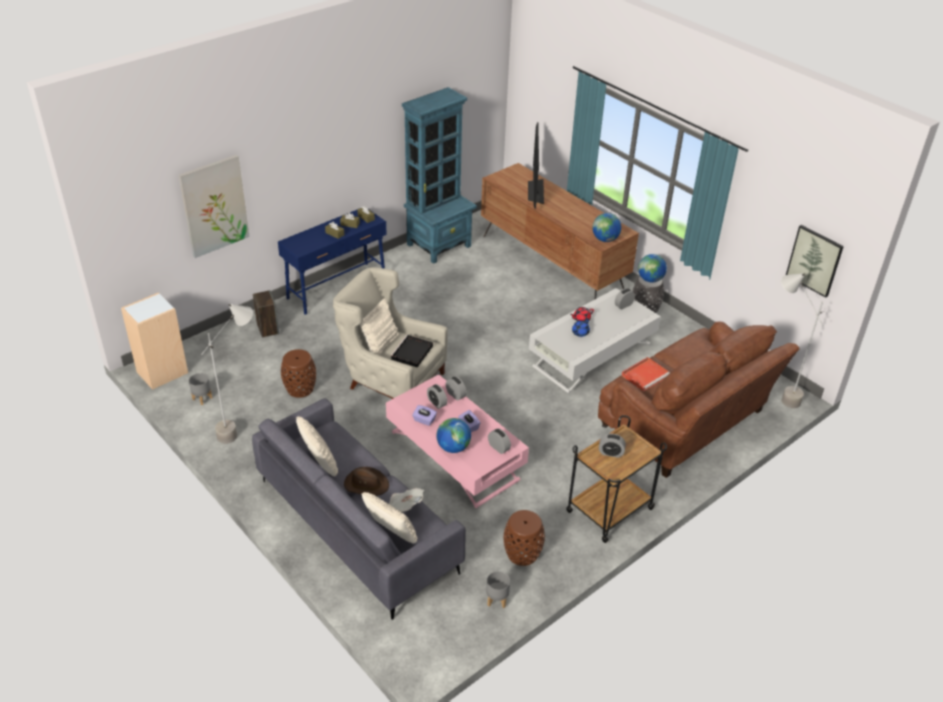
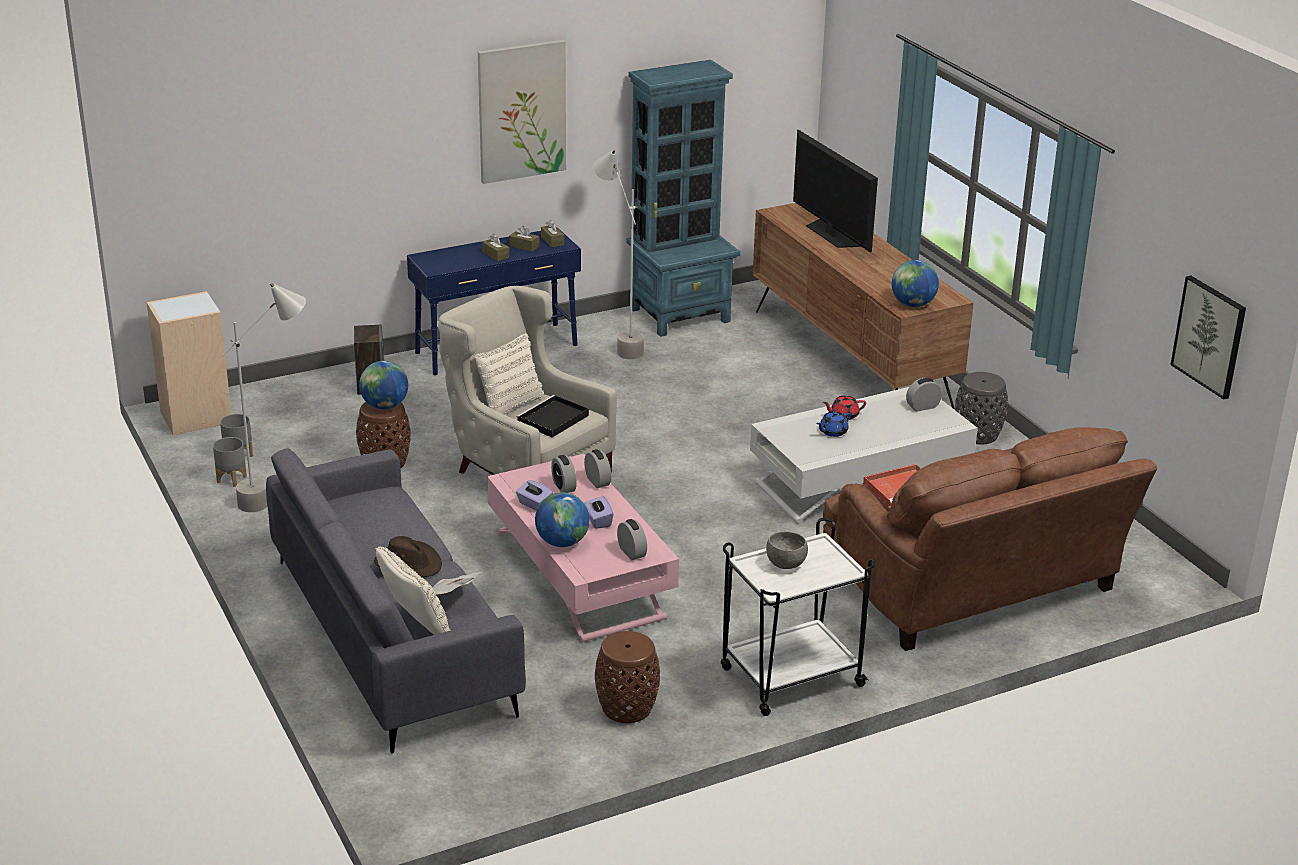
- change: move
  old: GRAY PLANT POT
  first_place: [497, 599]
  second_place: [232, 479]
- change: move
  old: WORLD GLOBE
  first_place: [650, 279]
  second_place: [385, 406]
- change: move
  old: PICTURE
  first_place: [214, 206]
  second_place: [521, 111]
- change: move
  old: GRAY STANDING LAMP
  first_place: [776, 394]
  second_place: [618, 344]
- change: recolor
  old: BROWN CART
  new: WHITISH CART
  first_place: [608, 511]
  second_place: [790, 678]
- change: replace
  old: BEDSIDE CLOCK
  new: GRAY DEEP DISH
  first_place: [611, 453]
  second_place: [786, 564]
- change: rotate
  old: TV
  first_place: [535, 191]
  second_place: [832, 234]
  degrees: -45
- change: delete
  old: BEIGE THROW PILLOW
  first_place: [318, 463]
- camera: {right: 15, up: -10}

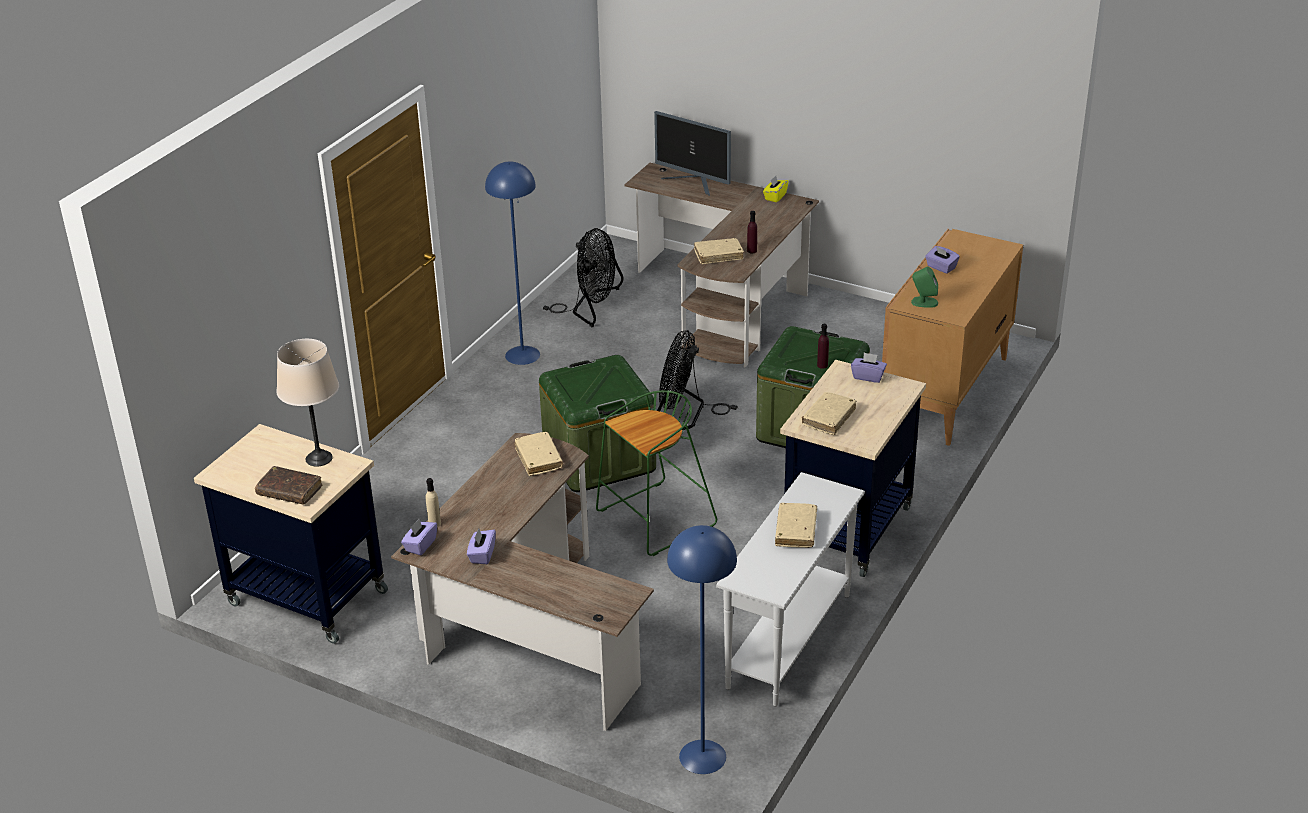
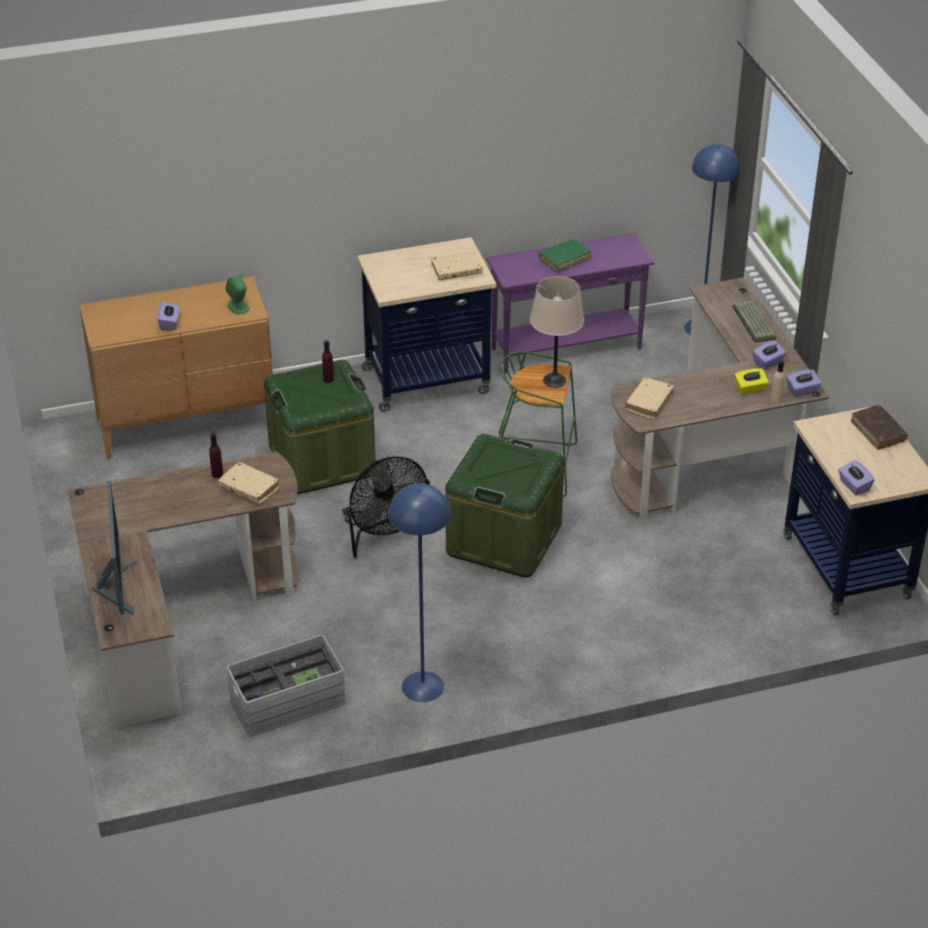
- change: replace
  old: BLACKISH FAN
  new: GRAY STORAGE BIN
  first_place: [589, 306]
  second_place: [288, 702]
- change: recolor
  old: WHITISH HALL TABLE
  new: PURPLE-COLOURED HALL TABLE
  first_place: [790, 642]
  second_place: [567, 348]
- change: move
  old: BEIGE LAMP FOR A TABLE
  first_place: [318, 458]
  second_place: [555, 380]
- change: recolor
  old: BEIGE BOUND BOOK
  new: GREEN BOUND BOOK
  first_place: [796, 530]
  second_place: [564, 260]
- change: insert
  new: KEYBOARD
  second_place: [755, 323]
- change: move
  old: YELLOW-COLOURED TISSUE HOLDER
  first_place: [775, 197]
  second_place: [750, 389]
- change: move
  old: PURPLE-COLOURED TISSUE HOLDER
  first_place: [868, 376]
  second_place: [854, 486]
- camera: {right: -135, up: 5}

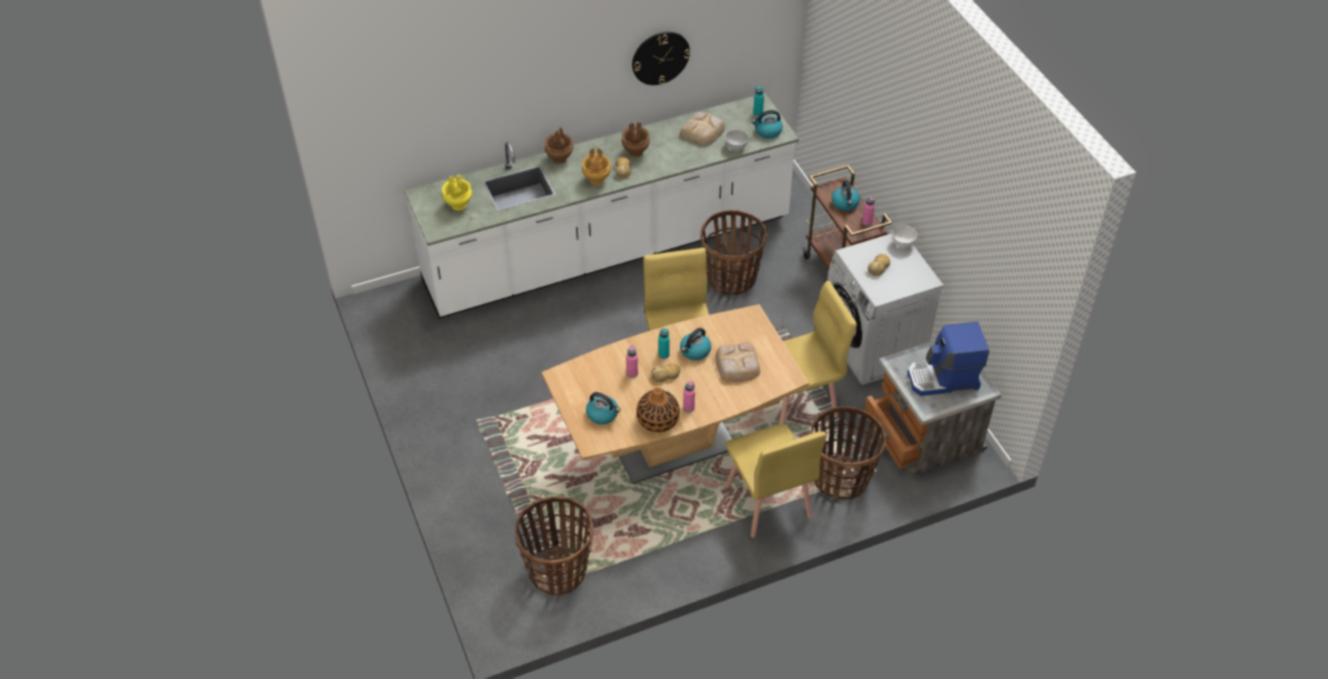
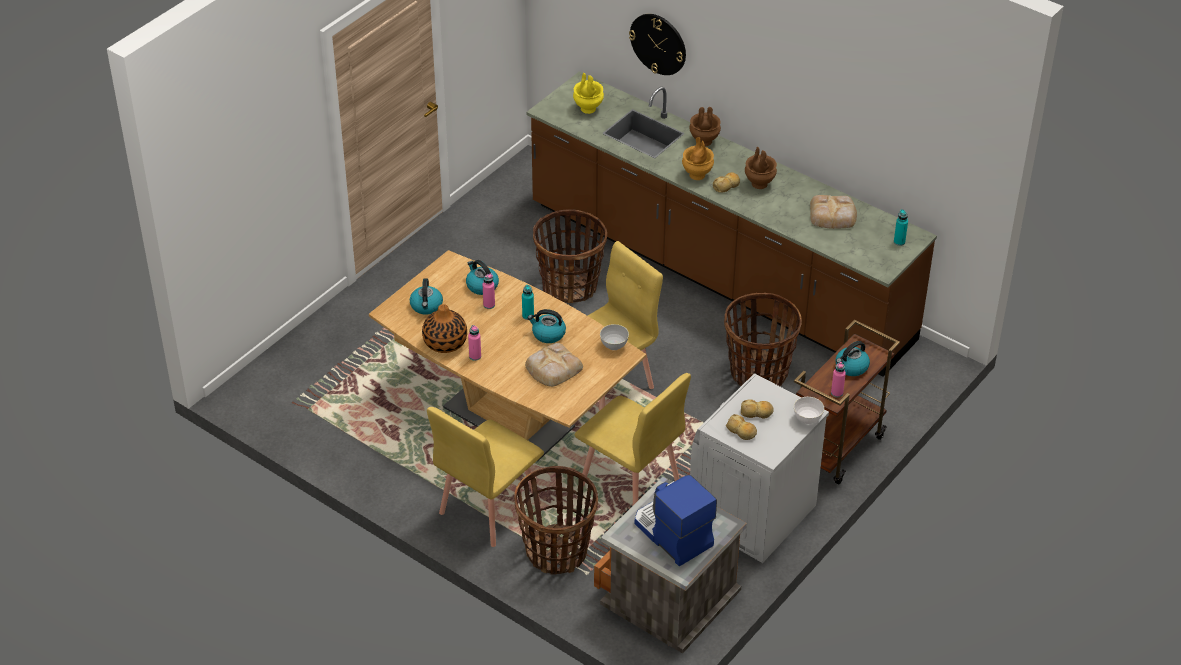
- change: move
  old: WATER KETTLE
  first_place: [767, 131]
  second_place: [481, 286]
- change: recolor
  old: WHITISH KITCHEN COUNTER
  new: BROWN KITCHEN COUNTER
  first_place: [608, 252]
  second_place: [718, 274]
- change: move
  old: HOUSEHOLD BASKET
  first_place: [557, 571]
  second_place: [570, 286]
- change: move
  old: GRAY DEEP DISH
  first_place: [736, 147]
  second_place: [614, 345]
- change: move
  old: CLOCK ON THE WALL
  first_place: [660, 57]
  second_place: [658, 43]
- change: move
  old: BAKED BREAD
  first_place: [666, 375]
  second_place: [741, 431]
- camera: {right: 60, up: -5}

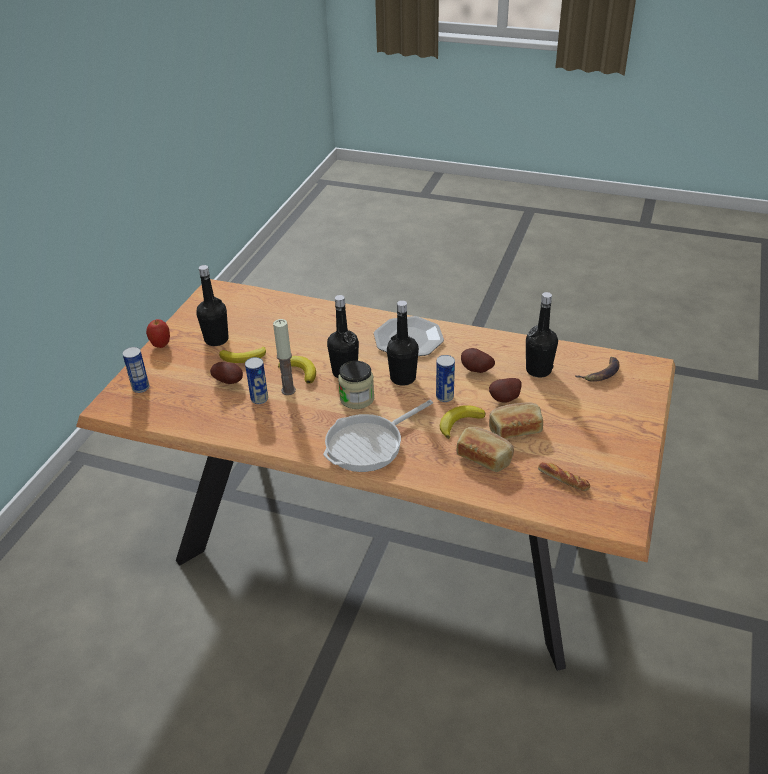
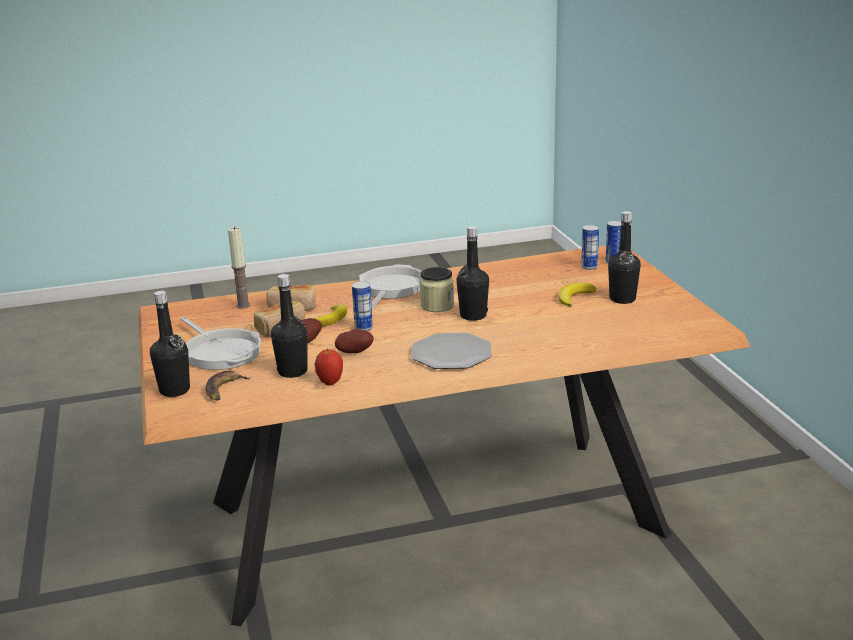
- change: move
  old: BLACKISH BEVERAGE BOTTLE
  first_place: [403, 378]
  second_place: [174, 390]
- change: insert
  new: SKILLET
  second_place: [221, 352]
- change: move
  old: CANDLE
  first_place: [288, 390]
  second_place: [243, 305]
- change: move
  old: APPLE FRUIT
  first_place: [161, 345]
  second_place: [330, 383]
- change: move
  old: SEALED CAN
  first_place: [259, 399]
  second_place: [589, 267]
- change: delete
  old: SPUD
  first_place: [229, 381]
- change: delete
  old: WHOLE BANANA
  first_place: [300, 371]
- change: delete
  old: BAKED BREAD
  first_place: [563, 479]
- camera: {right: 145, up: -15}

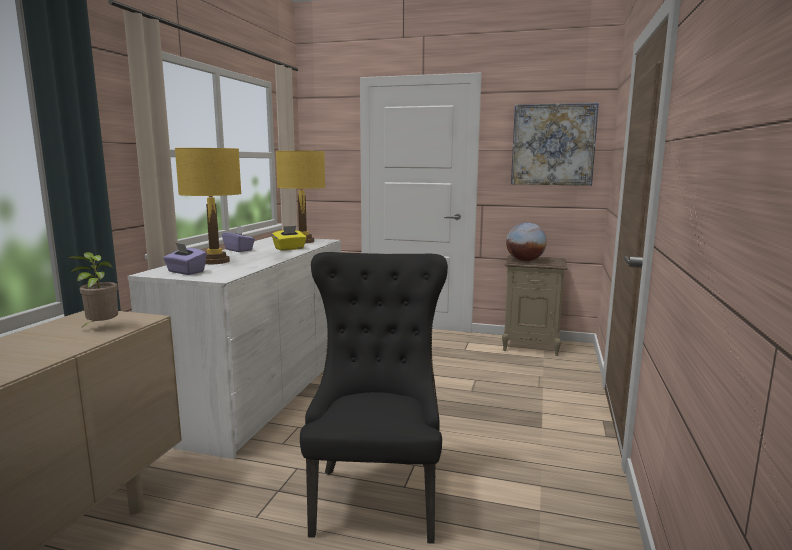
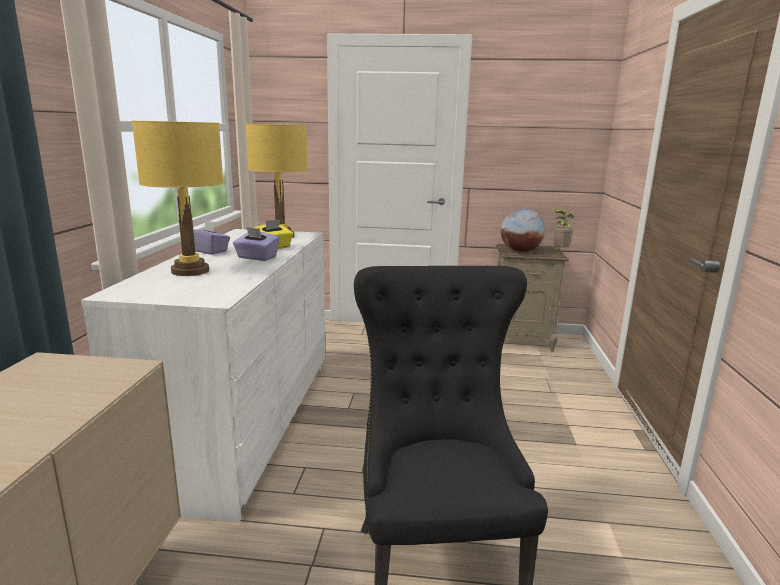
- change: move
  old: PURPLE-COLOURED TISSUE HOLDER
  first_place: [185, 272]
  second_place: [256, 257]
- change: move
  old: PLANT IN A POT
  first_place: [101, 328]
  second_place: [559, 252]
- change: delete
  old: PICTURE
  first_place: [553, 145]
- camera: {right: -10, up: 5}

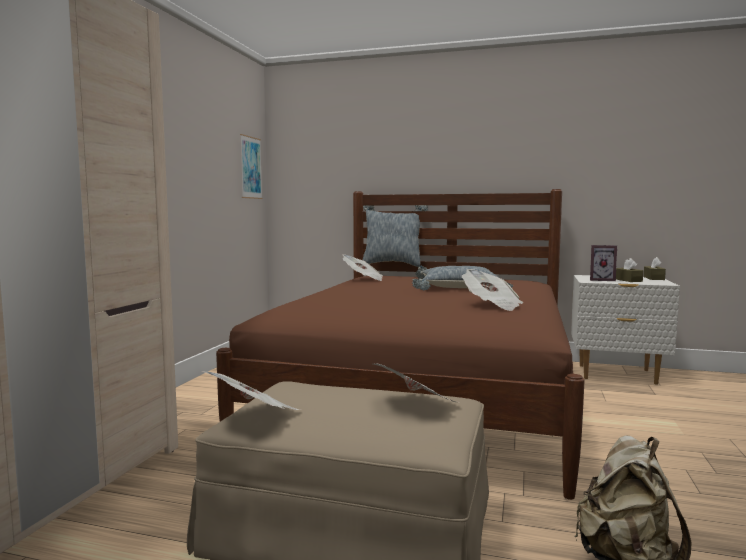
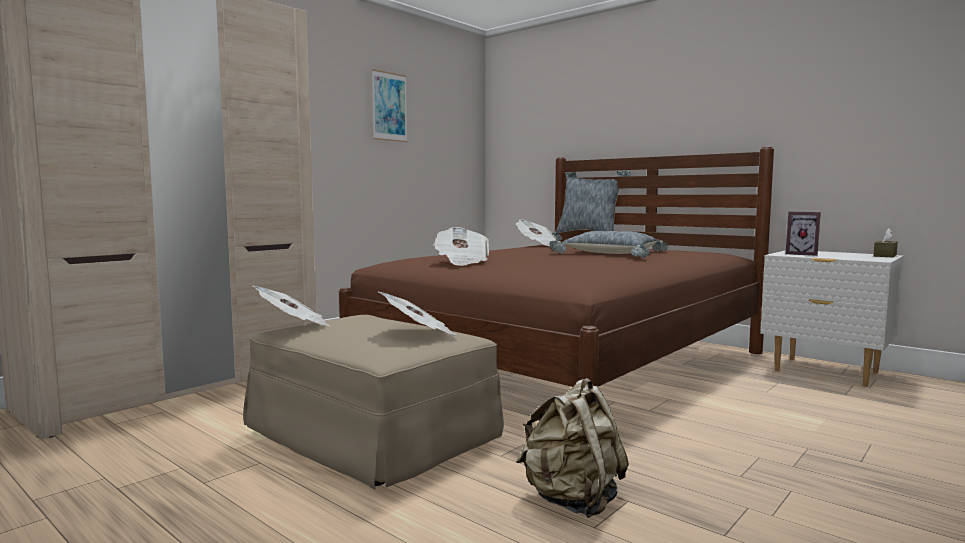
- change: move
  old: PICTURE
  first_place: [251, 167]
  second_place: [389, 107]
- change: move
  old: PRINTED PAPER
  first_place: [492, 306]
  second_place: [461, 262]
- change: delete
  old: BROWN TISSUE HOLDER
  first_place: [627, 280]
- camera: {right: 25, up: 0}

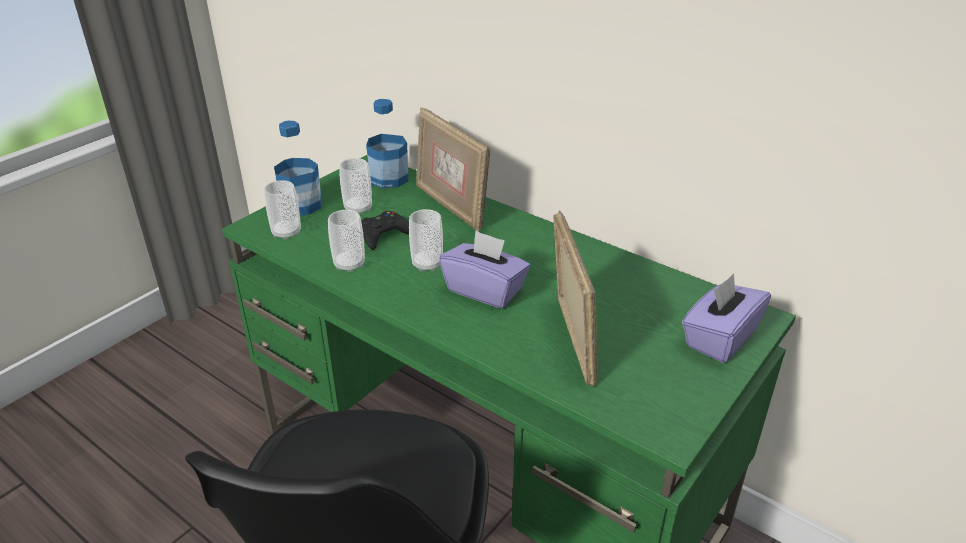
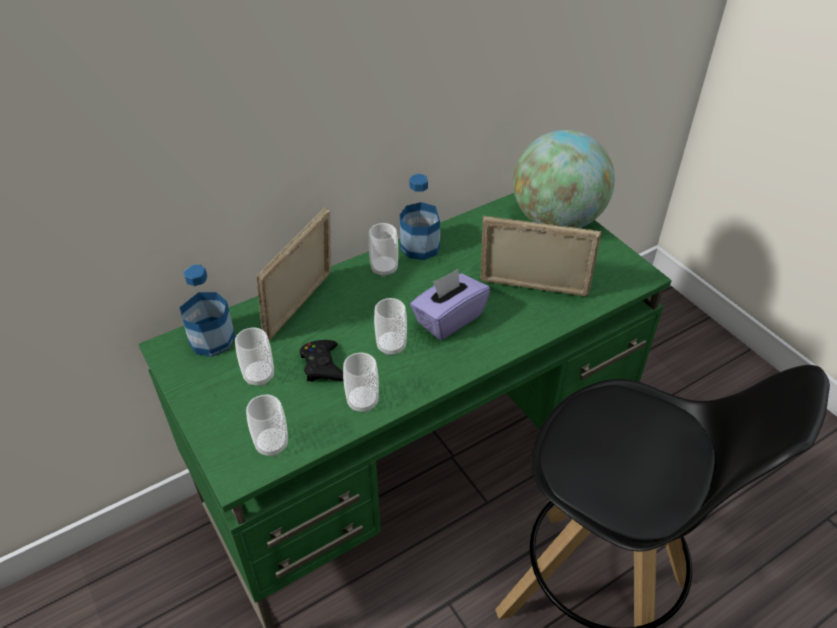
- change: rotate
  old: PICTURE FRAME
  first_place: [451, 207]
  second_place: [301, 307]
  degrees: 135
- change: insert
  new: DRINKING CUP
  second_place: [384, 269]
- change: move
  old: BEVERAGE BOTTLE
  first_place: [301, 205]
  second_place: [420, 247]
- change: replace
  old: PURPLE-COLOURED TISSUE HOLDER
  new: WORLD GLOBE
  first_place: [719, 338]
  second_place: [556, 220]
- camera: {right: -70, up: 10}

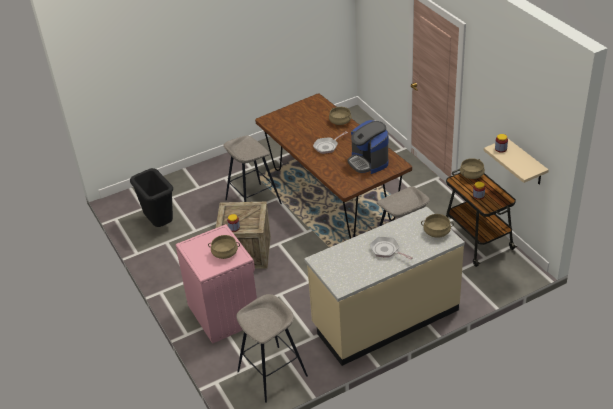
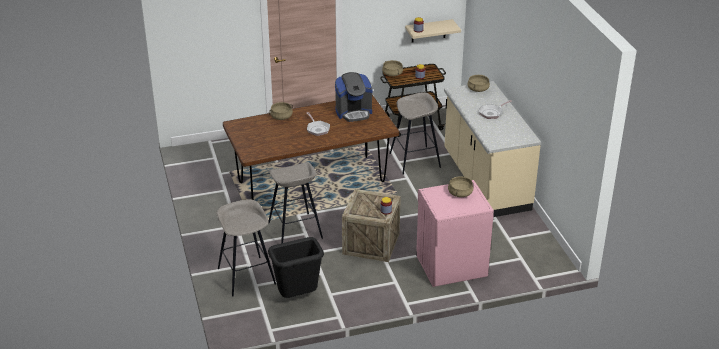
- change: move
  old: GRAY SITTING STOOL
  first_place: [272, 374]
  second_place: [246, 276]
- camera: {right: -80, up: -5}

